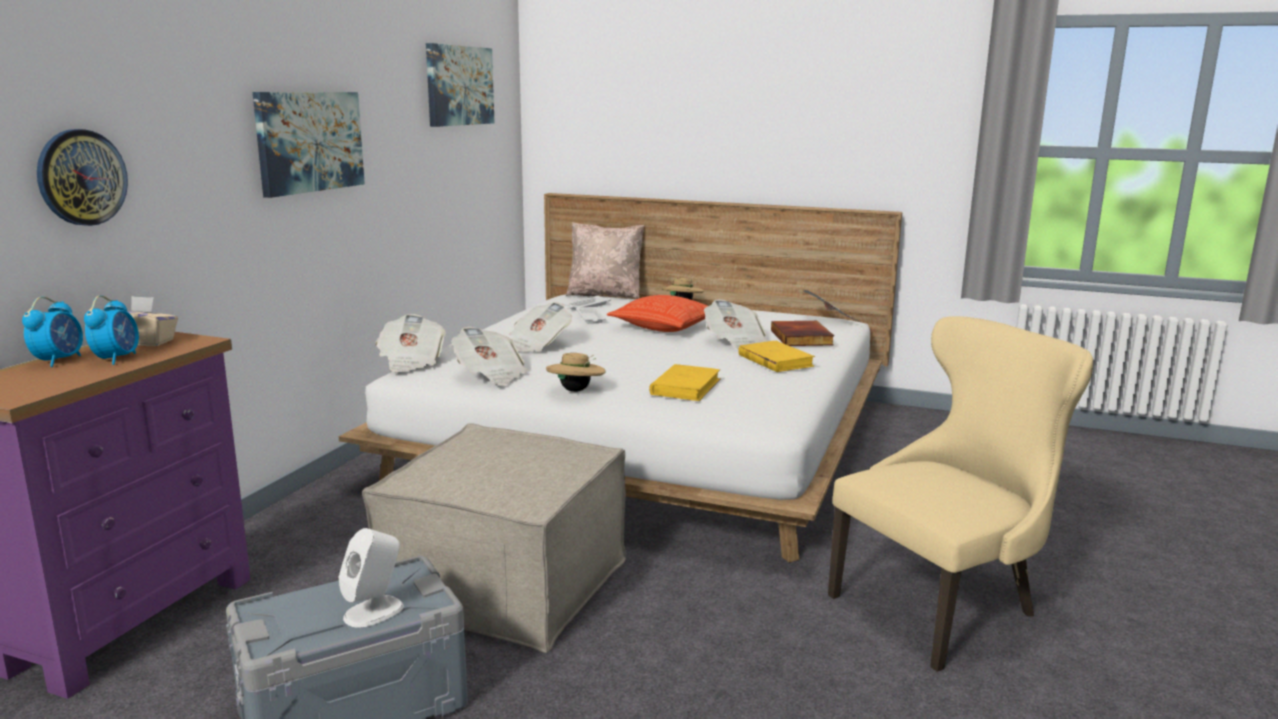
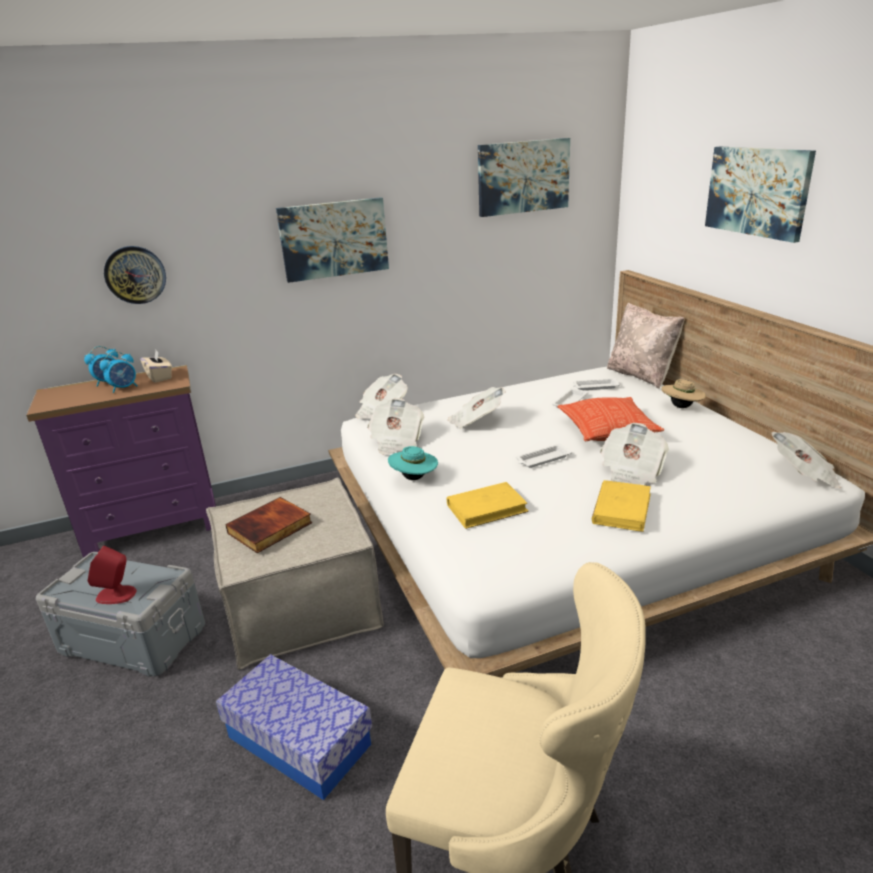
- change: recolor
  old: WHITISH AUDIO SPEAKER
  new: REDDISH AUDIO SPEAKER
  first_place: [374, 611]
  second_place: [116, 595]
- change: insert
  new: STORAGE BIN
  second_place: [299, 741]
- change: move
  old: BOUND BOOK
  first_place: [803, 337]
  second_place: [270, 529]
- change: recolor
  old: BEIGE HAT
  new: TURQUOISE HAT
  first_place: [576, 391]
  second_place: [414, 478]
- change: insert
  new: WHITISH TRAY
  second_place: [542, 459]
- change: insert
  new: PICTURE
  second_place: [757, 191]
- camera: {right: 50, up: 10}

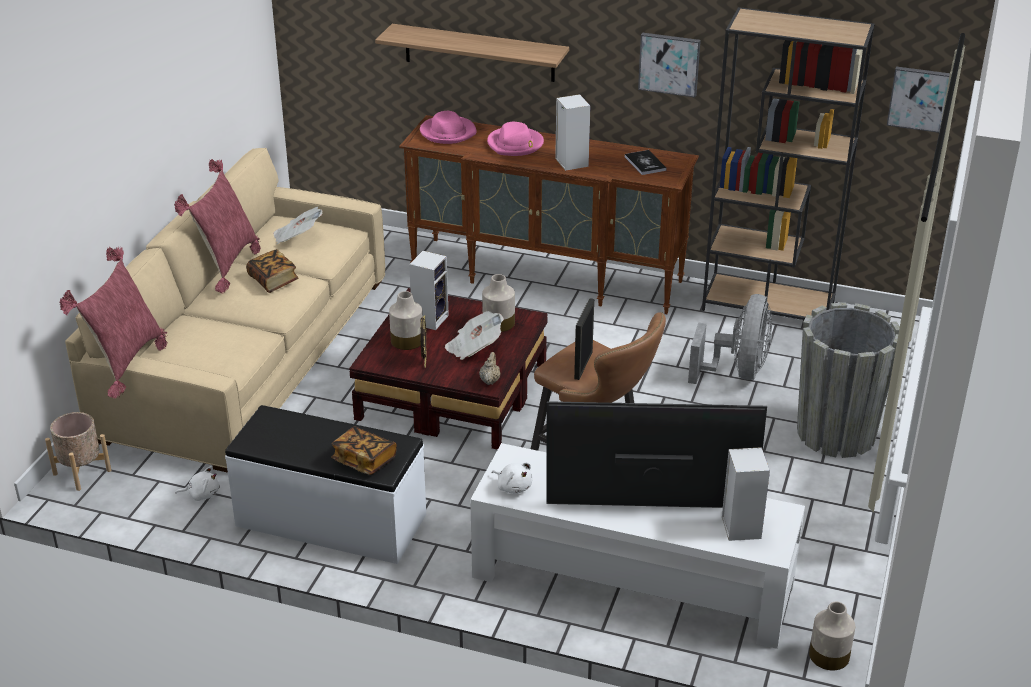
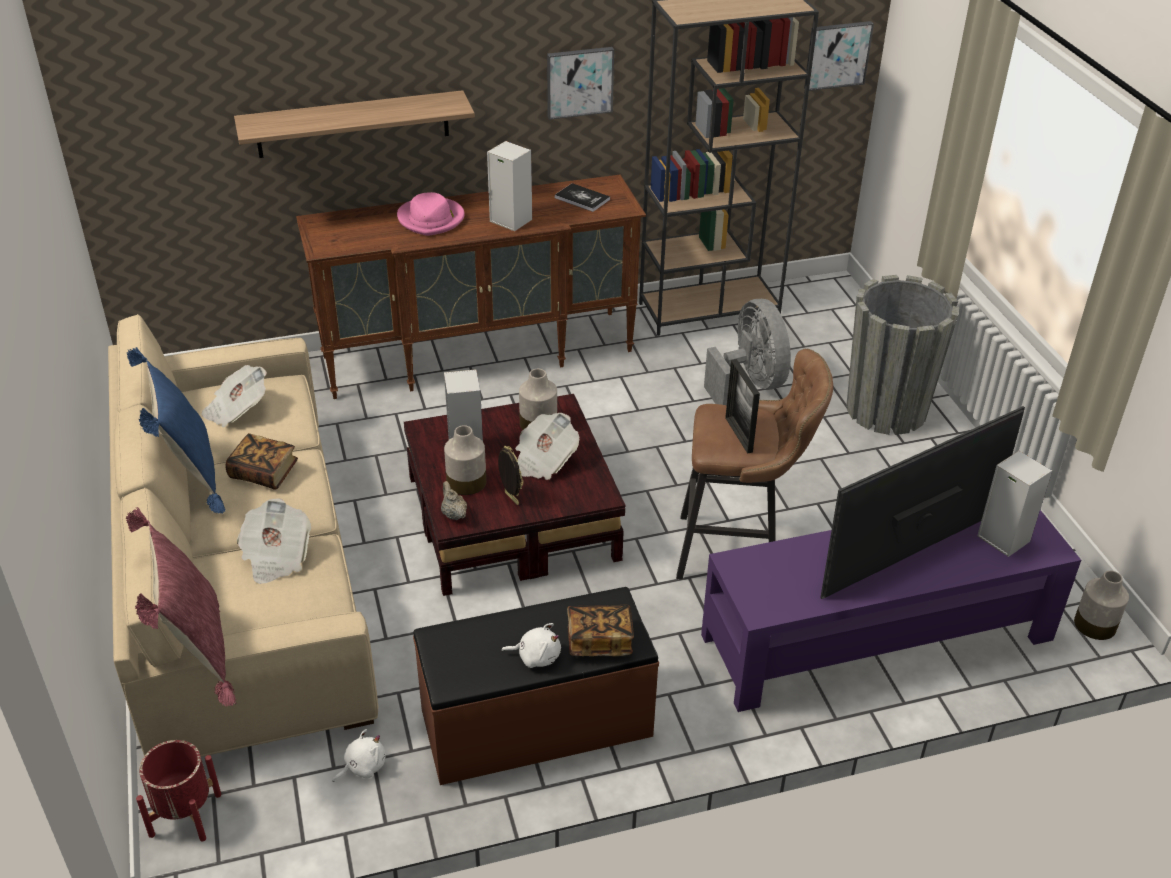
- change: recolor
  old: REDDISH THROW PILLOW
  new: BLUE-COLOURED THROW PILLOW
  first_place: [225, 270]
  second_place: [188, 483]
- change: recolor
  old: BEIGE PLANT POT
  new: REDDISH PLANT POT
  first_place: [82, 472]
  second_place: [186, 814]
- change: insert
  new: PRINTED PAPER
  second_place: [276, 557]
- change: recolor
  old: WHITISH BENCH
  new: BROWN BENCH
  first_place: [330, 521]
  second_place: [536, 724]
- change: move
  old: BEIGE TEA POT
  first_place: [490, 380]
  second_place: [453, 514]
- change: move
  old: WHITISH CUDDLY TOY
  first_place: [513, 487]
  second_place: [536, 656]
- change: recolor
  old: WHITISH TV STAND
  new: PURPLE-COLOURED TV STAND
  first_place: [632, 580]
  second_place: [876, 636]
- change: delete
  old: PINK HAT
  first_place: [448, 132]
- camera: {right: -35, up: 5}

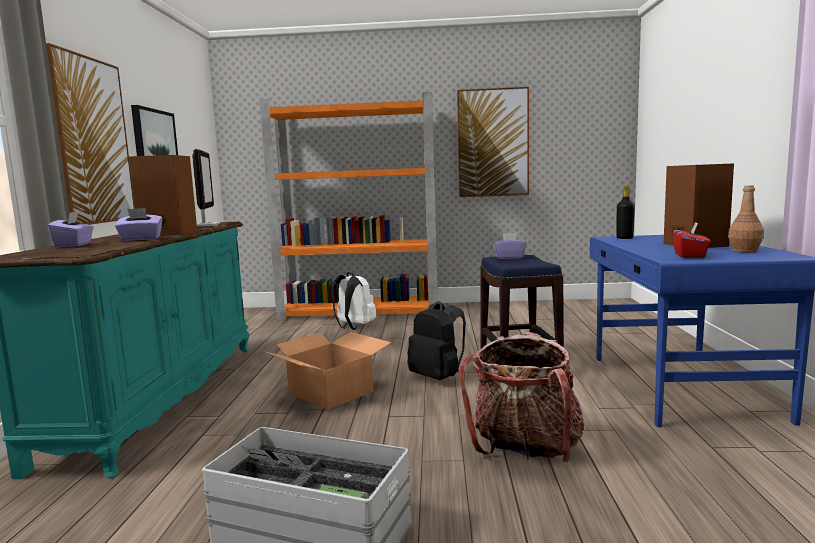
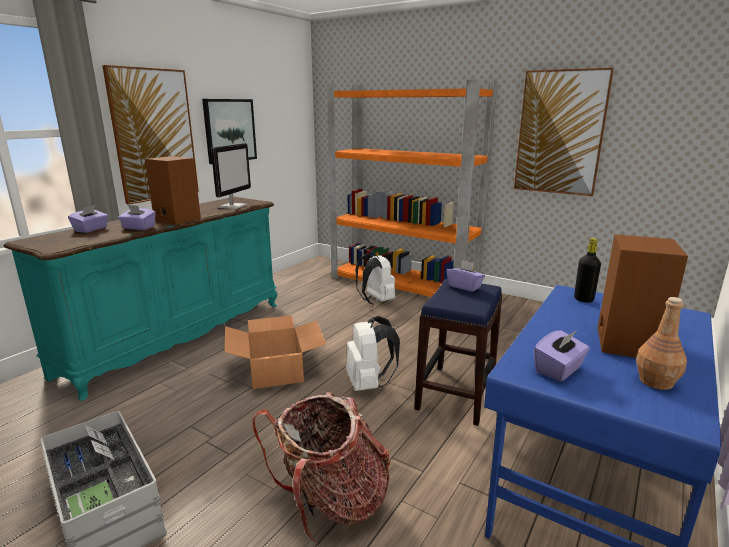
- change: recolor
  old: BLACKISH KNAPSACK
  new: WHITISH KNAPSACK
  first_place: [438, 377]
  second_place: [369, 384]
- change: recolor
  old: REDDISH TISSUE HOLDER
  new: PURPLE-COLOURED TISSUE HOLDER
  first_place: [690, 255]
  second_place: [559, 369]
- camera: {right: 30, up: 10}

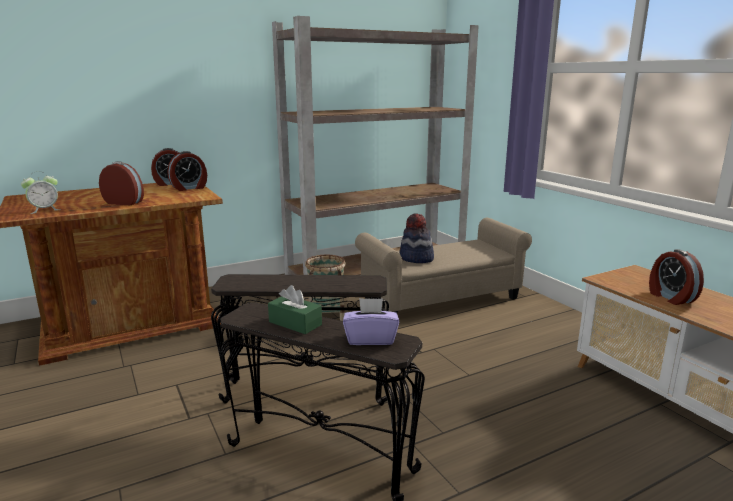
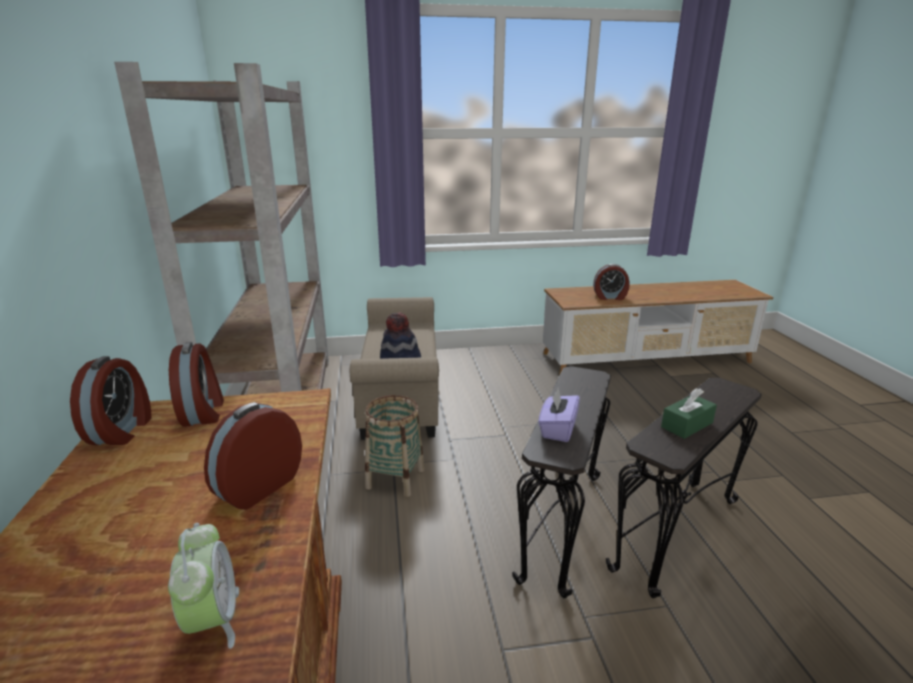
- change: move
  old: PURPLE-COLOURED TISSUE HOLDER
  first_place: [370, 339]
  second_place: [557, 429]
- camera: {right: -70, up: 5}

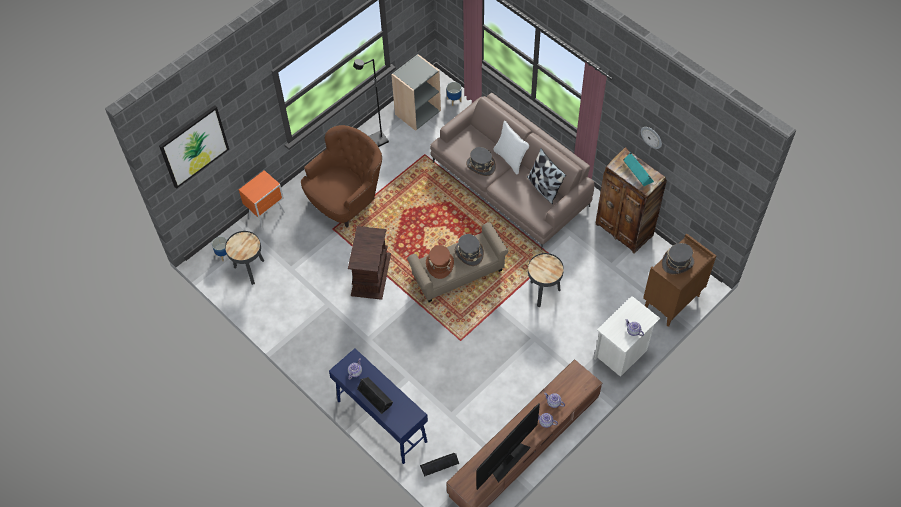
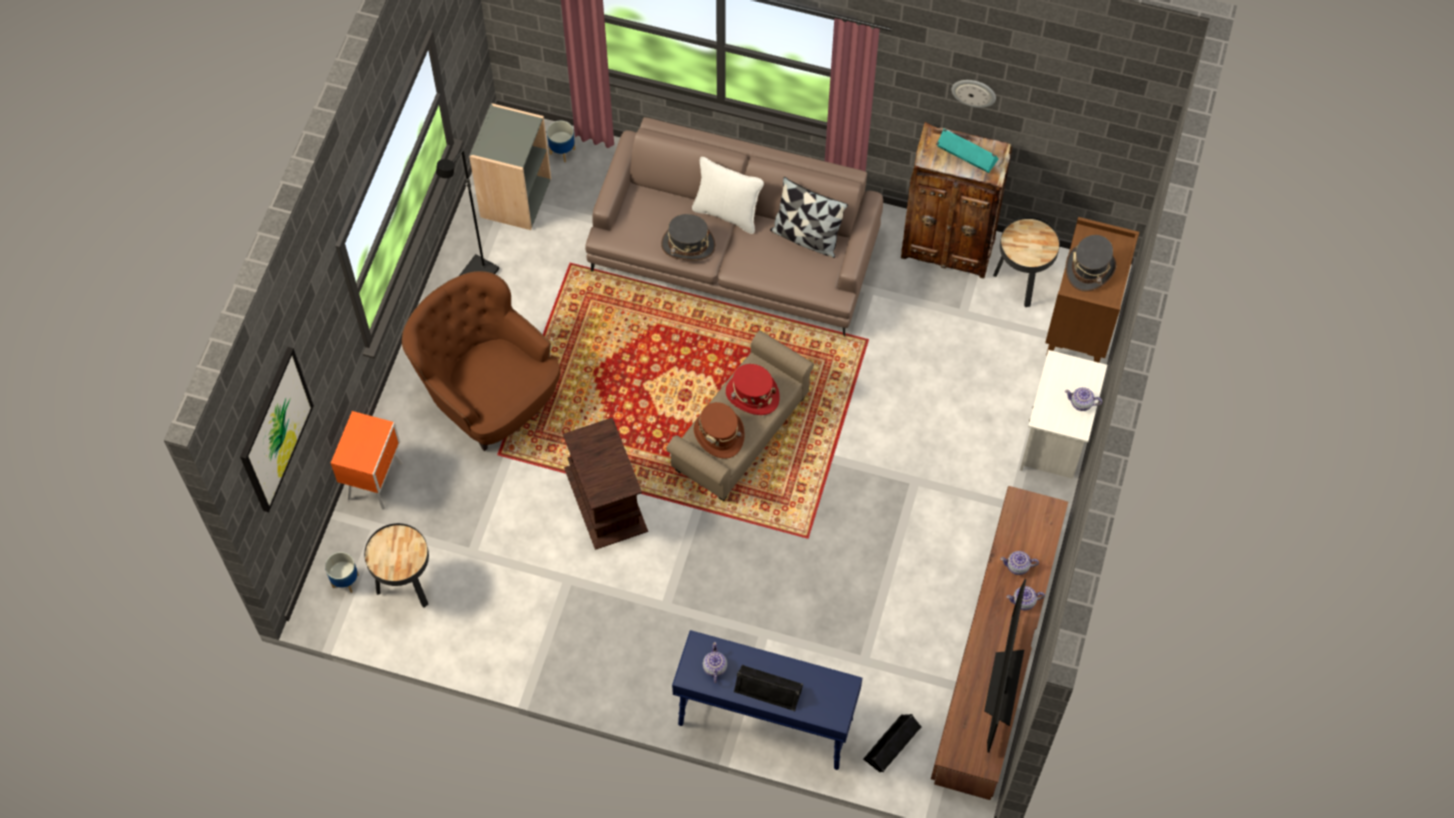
- change: rotate
  old: BROWN ARMCHAIR
  first_place: [346, 198]
  second_place: [488, 393]
  degrees: -60
- change: recolor
  old: GRAY HAT
  new: REDDISH HAT
  first_place: [469, 253]
  second_place: [752, 395]
- change: move
  old: BLACKISH ACCENT TABLE
  first_place: [543, 292]
  second_place: [1021, 282]
- camera: {right: -30, up: 5}

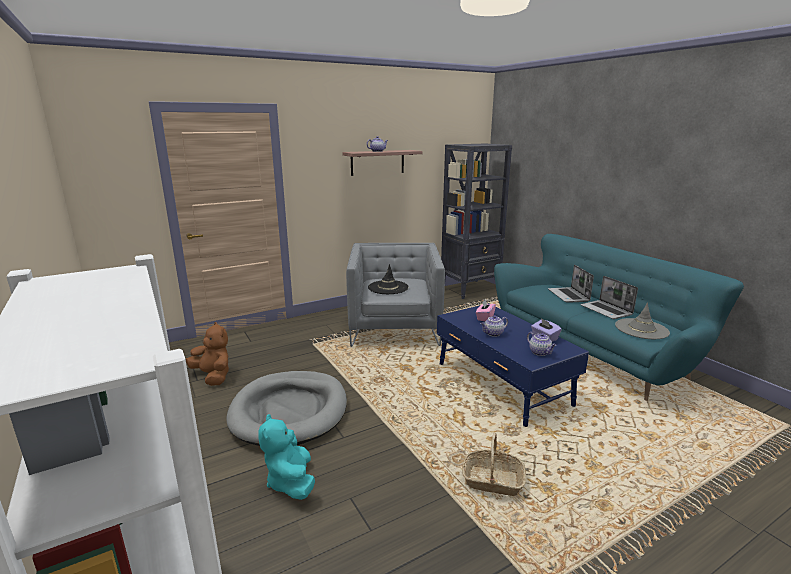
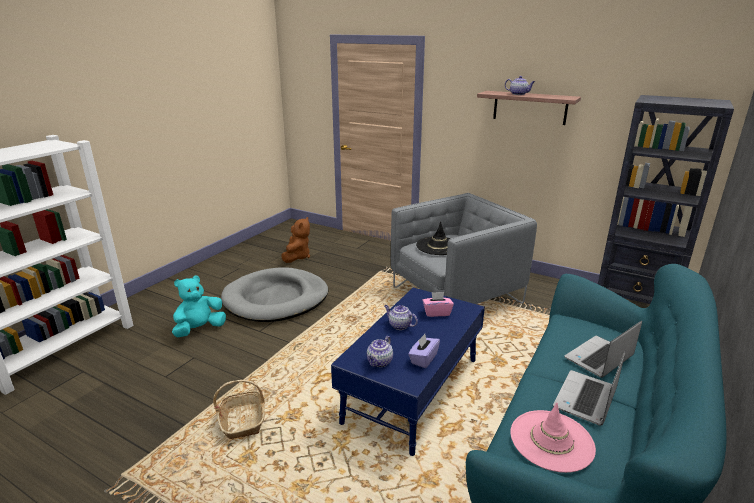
- change: recolor
  old: GRAY HAT
  new: PINK HAT
  first_place: [641, 329]
  second_place: [551, 440]
- camera: {right: 60, up: 5}

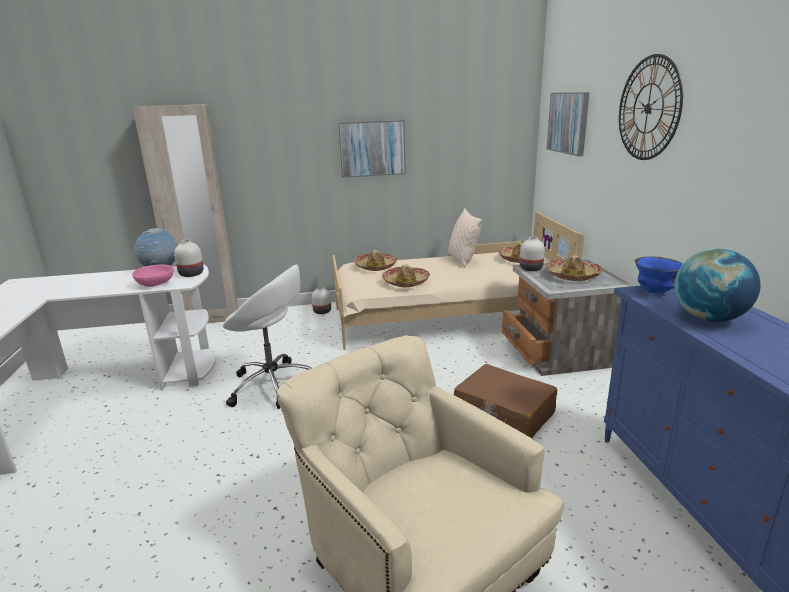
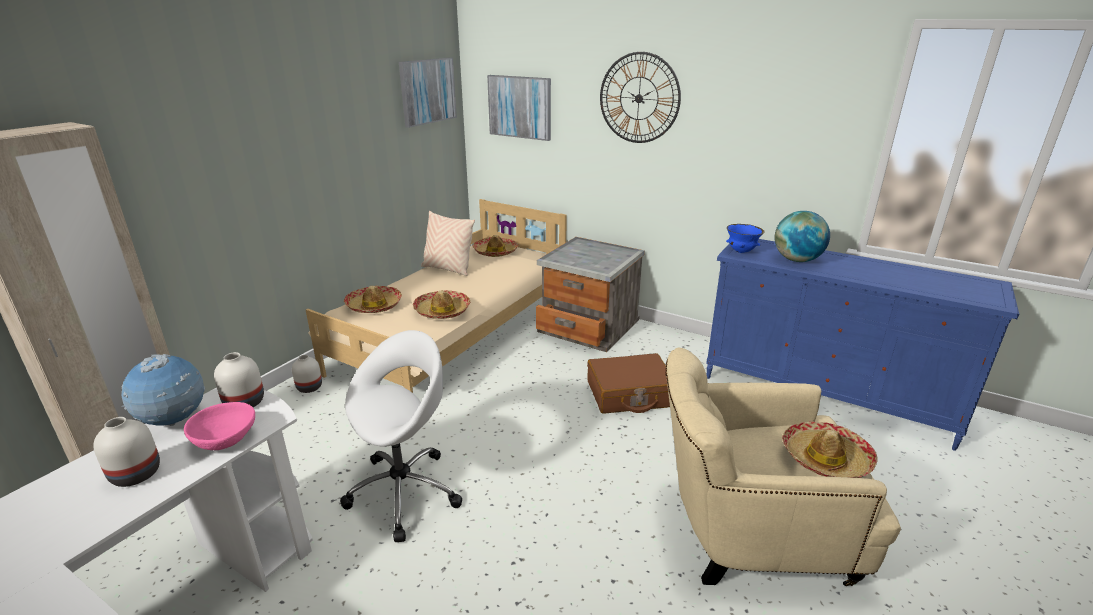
- change: move
  old: WHITISH VASE
  first_place: [530, 268]
  second_place: [135, 474]
- change: move
  old: PICTURE
  first_place: [372, 148]
  second_place: [427, 91]
- change: move
  old: HAT
  first_place: [573, 276]
  second_place: [826, 459]
- camera: {right: -50, up: 5}

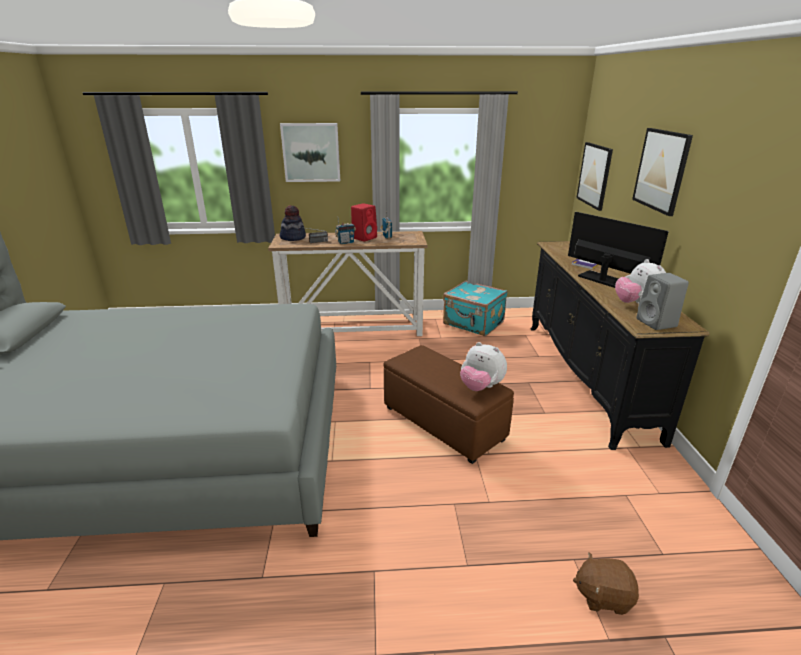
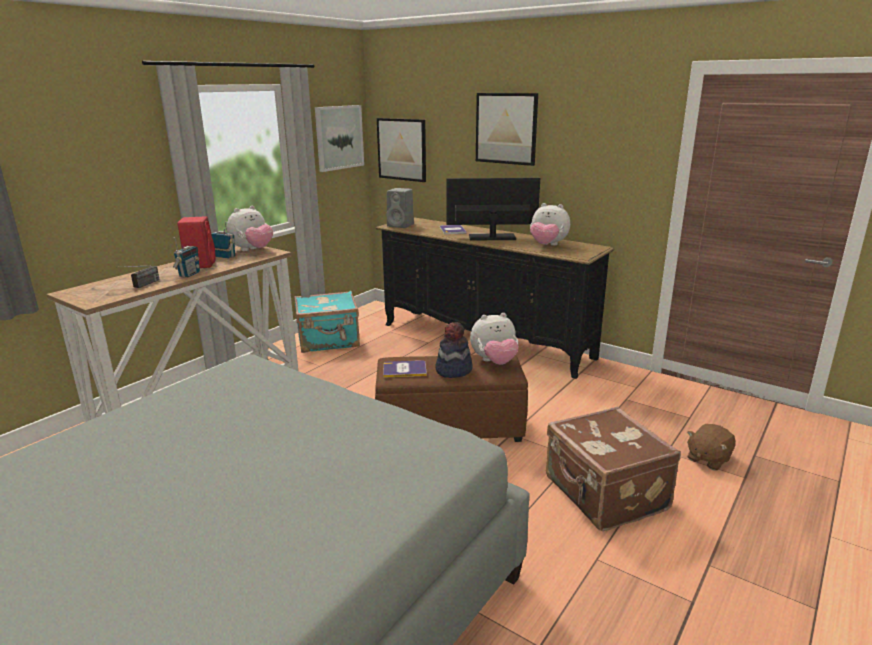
- change: insert
  new: CUDDLY TOY
  second_place: [252, 250]
- change: move
  old: PICTURE
  first_place: [311, 152]
  second_place: [339, 137]
- change: insert
  new: BOUND BOOK
  second_place: [404, 370]
- change: move
  old: GRAY AUDIO SPEAKER
  first_place: [657, 323]
  second_place: [401, 225]
- change: move
  old: HAT
  first_place: [293, 237]
  second_place: [453, 370]
- change: insert
  new: BROWN PIECE OF LUGGAGE
  second_place: [604, 495]
- camera: {right: -50, up: -5}

